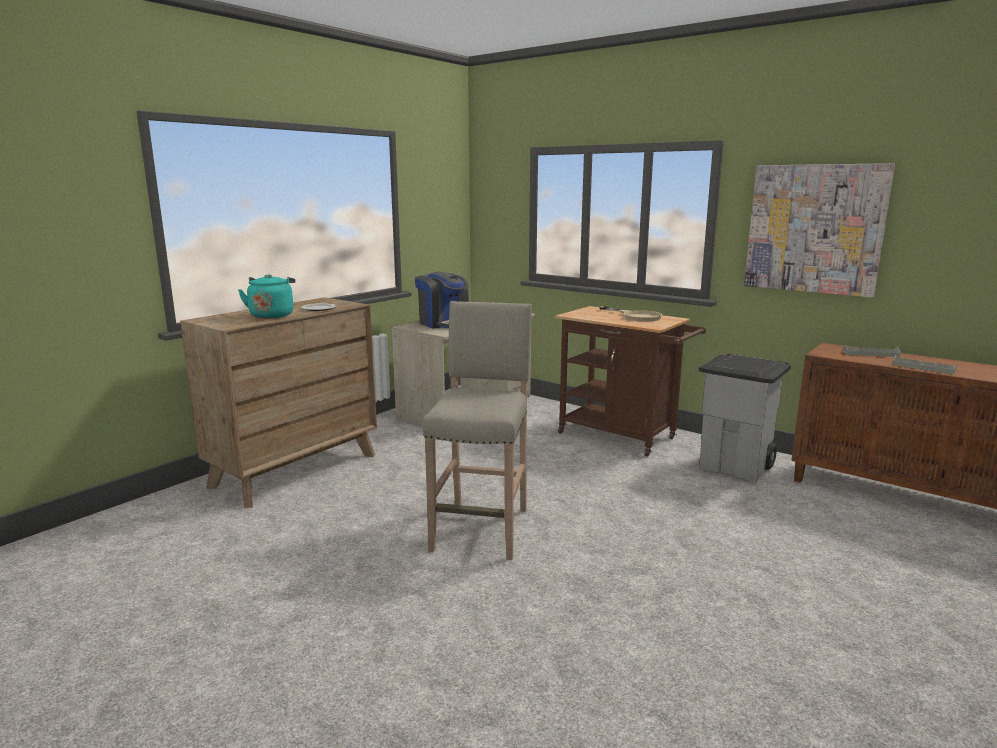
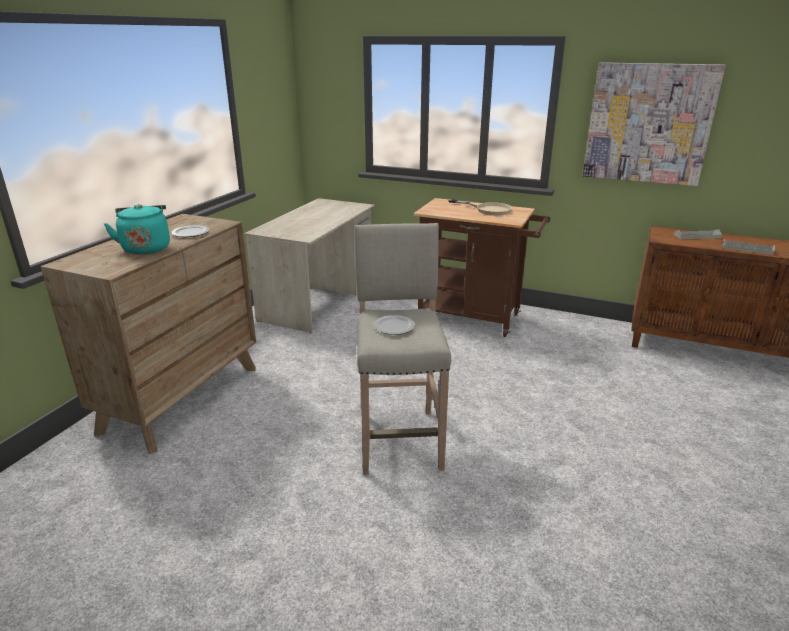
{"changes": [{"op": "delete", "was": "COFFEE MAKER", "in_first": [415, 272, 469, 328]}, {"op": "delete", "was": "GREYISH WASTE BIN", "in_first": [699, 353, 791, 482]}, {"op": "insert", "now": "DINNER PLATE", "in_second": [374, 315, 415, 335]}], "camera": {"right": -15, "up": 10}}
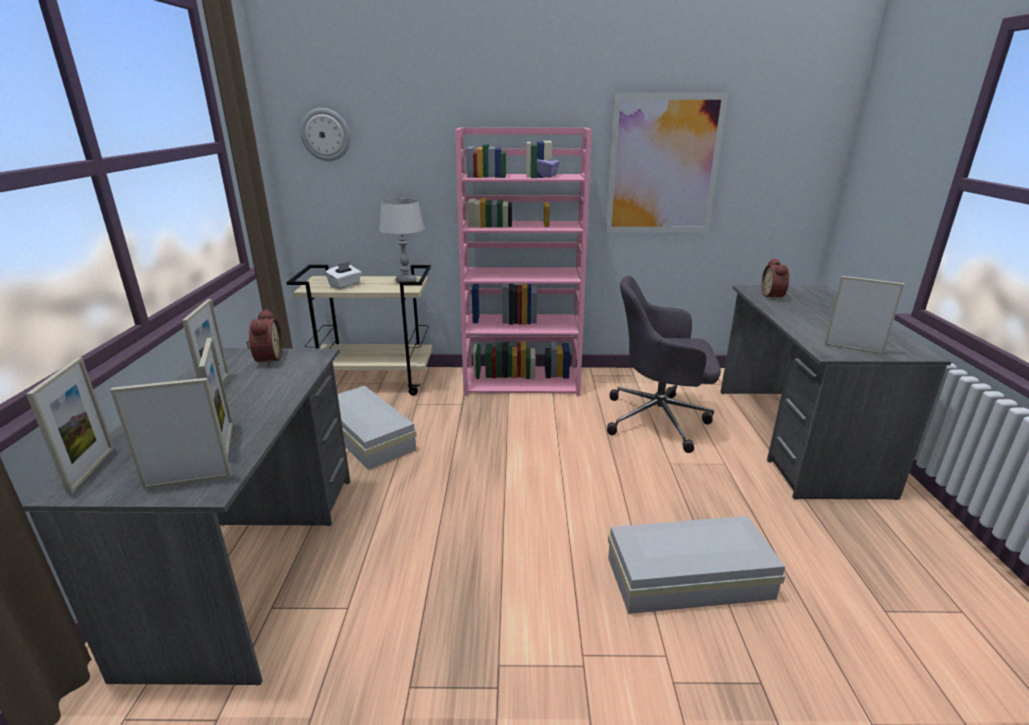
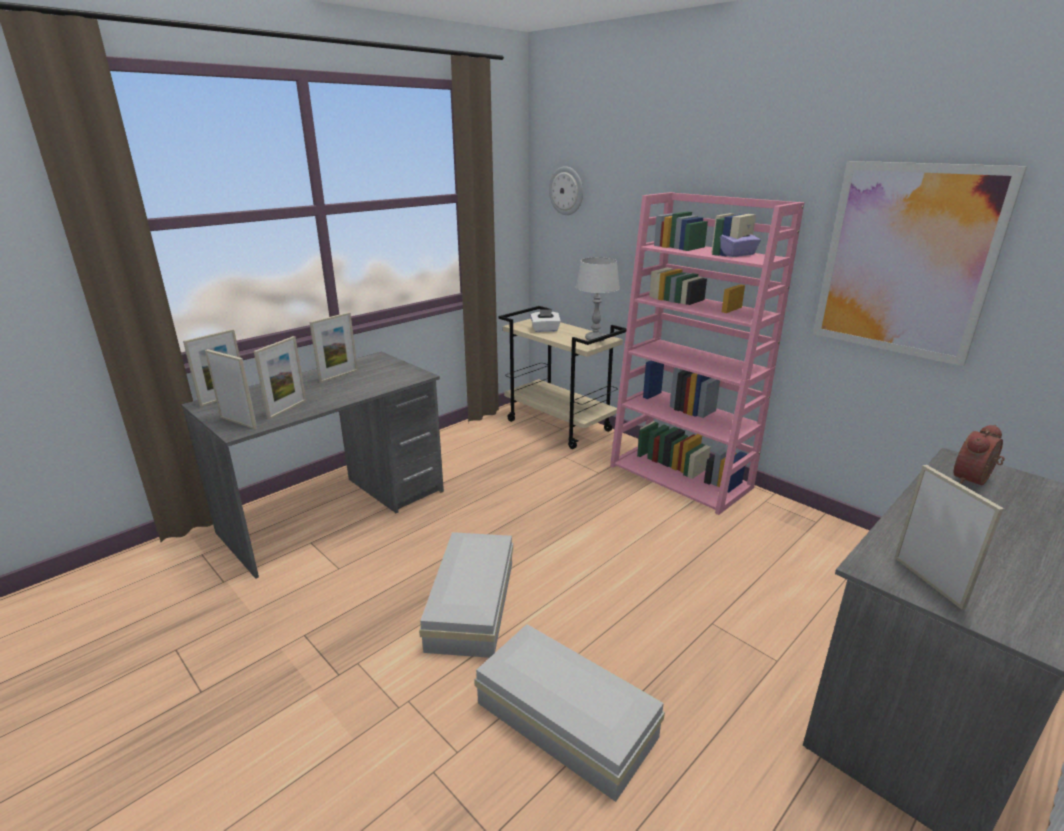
{"changes": [{"op": "delete", "was": "GREYISH OFFICE CHAIR", "in_first": [607, 276, 721, 453]}, {"op": "delete", "was": "ALARM CLOCK", "in_first": [246, 309, 283, 366]}, {"op": "move", "was": "WHITE-COLOURED STORAGE BIN", "in_first": [338, 385, 417, 470], "in_second": [419, 532, 513, 658]}], "camera": {"right": 45, "up": 0}}
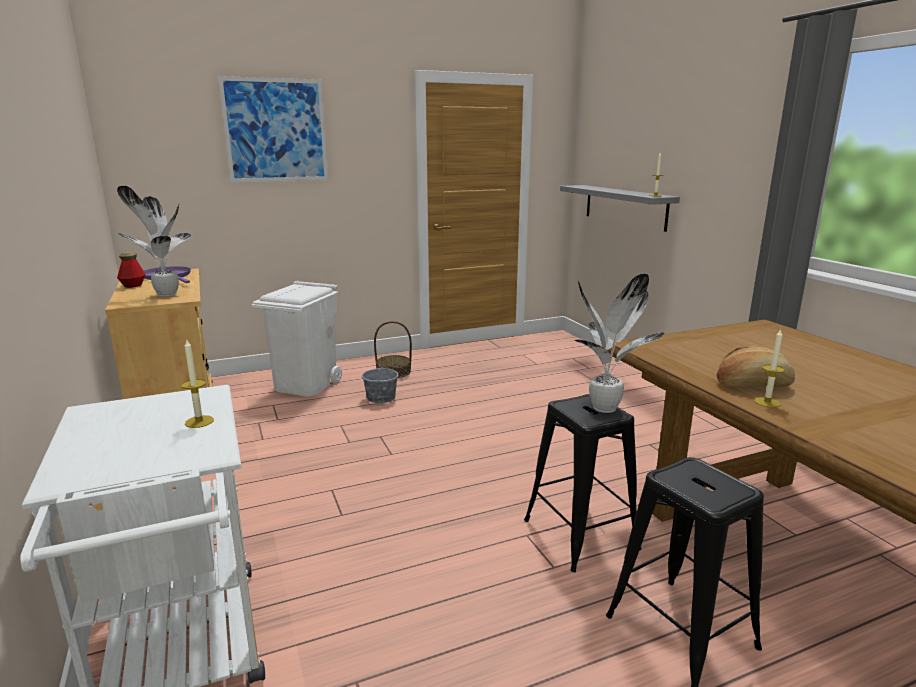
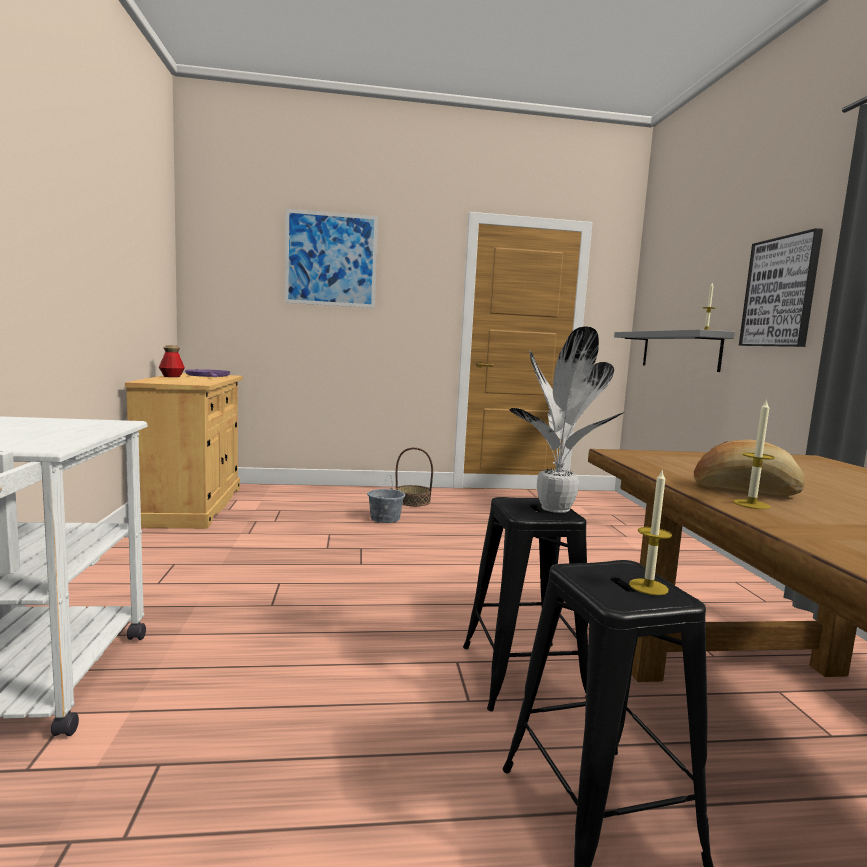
{"changes": [{"op": "delete", "was": "PLANT IN A POT", "in_first": [117, 186, 192, 297]}, {"op": "delete", "was": "WHITE-COLOURED WASTE BIN", "in_first": [252, 281, 342, 397]}, {"op": "move", "was": "CANDLE", "in_first": [181, 340, 214, 428], "in_second": [629, 468, 672, 595]}, {"op": "insert", "now": "WALL PICTURE", "in_second": [739, 228, 823, 347]}], "camera": {"right": 15, "up": -10}}
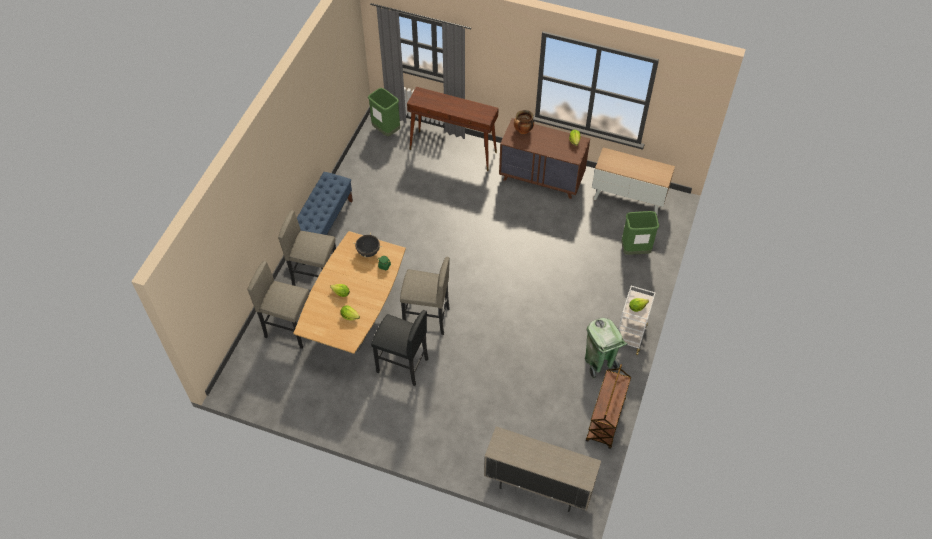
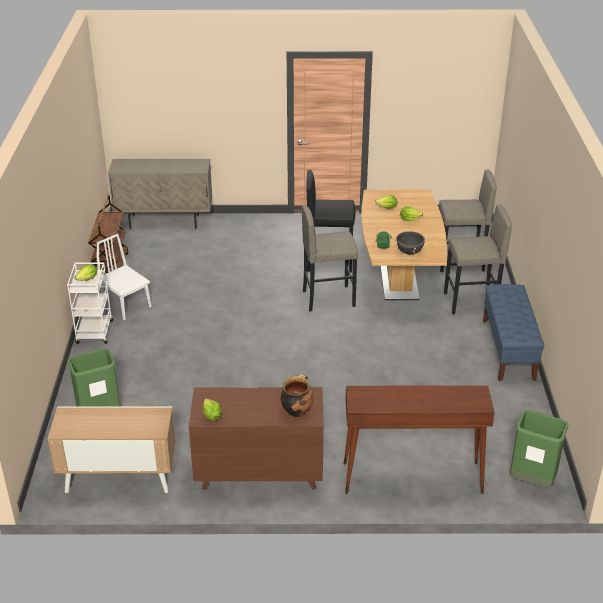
{"changes": [{"op": "replace", "was": "GREENISH WASTE BIN", "now": "WHITE-COLOURED PLAIN CHAIR", "in_first": [585, 318, 628, 379], "in_second": [96, 234, 151, 320]}], "camera": {"right": 160, "up": -20}}
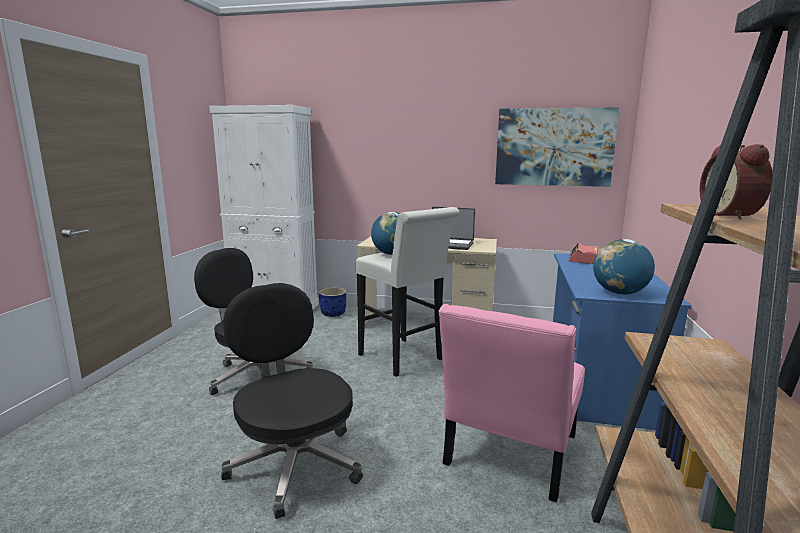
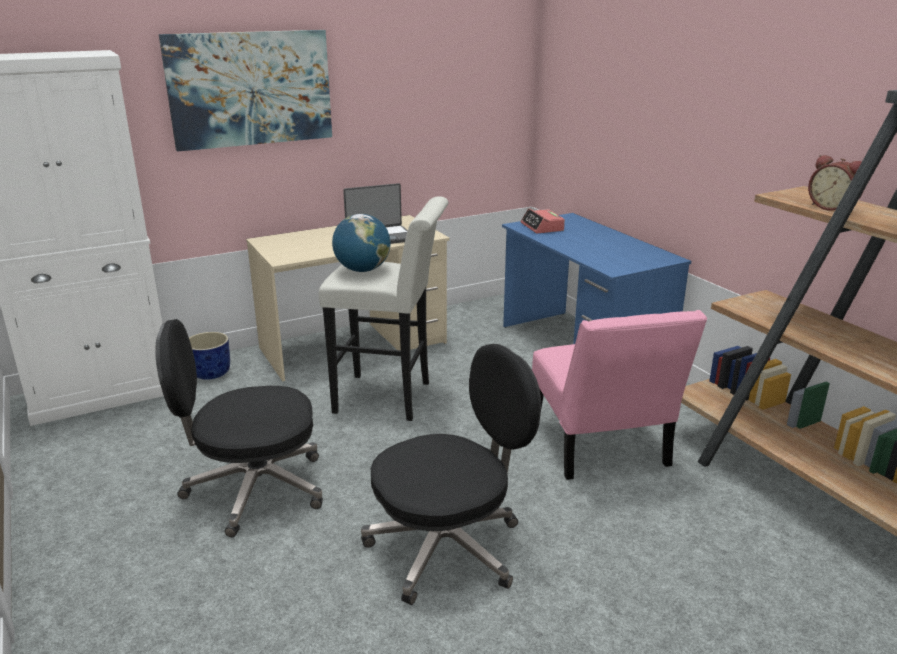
{"changes": [{"op": "move", "was": "WALL PICTURE", "in_first": [495, 107, 620, 187], "in_second": [159, 30, 332, 152]}, {"op": "delete", "was": "DESK GLOBE", "in_first": [593, 239, 655, 295]}, {"op": "rotate", "was": "BLACK OFFICE CHAIR", "in_first": [221, 283, 363, 519], "in_second": [361, 344, 541, 605], "clockwise": 135}], "camera": {"right": -40, "up": 10}}
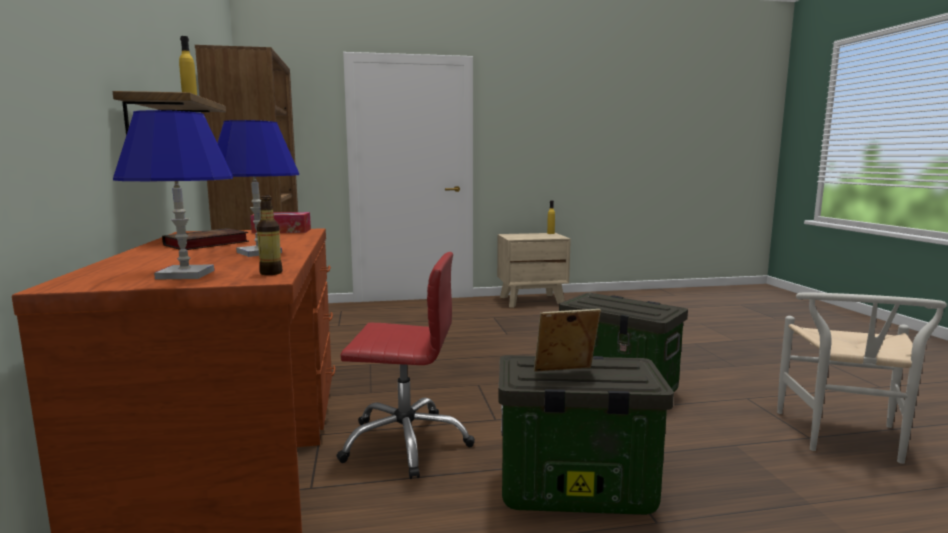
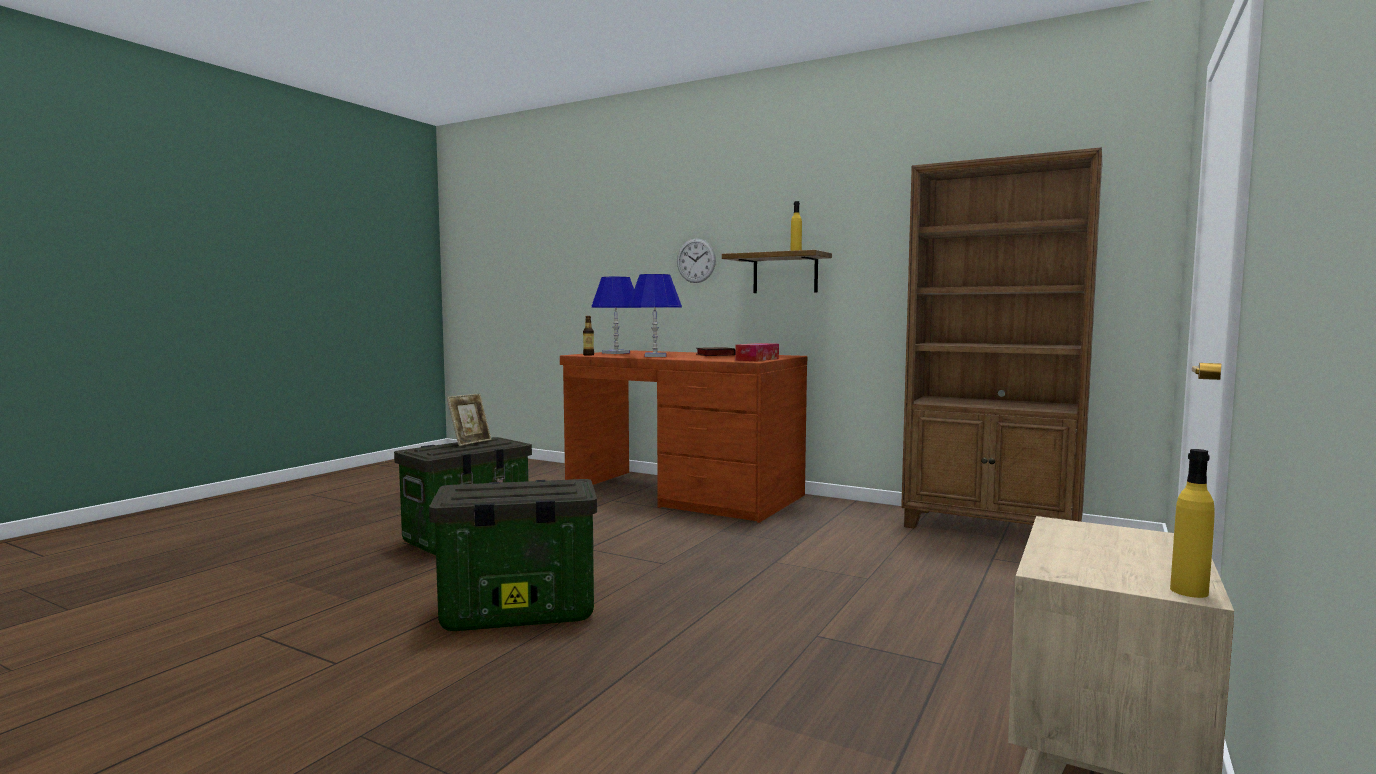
{"changes": [{"op": "delete", "was": "RED OFFICE CHAIR", "in_first": [336, 252, 475, 479]}, {"op": "delete", "was": "WHITE-COLOURED PLAIN CHAIR", "in_first": [777, 292, 947, 464]}, {"op": "insert", "now": "HANGING CLOCK", "in_second": [677, 238, 716, 283]}], "camera": {"right": 130, "up": -5}}
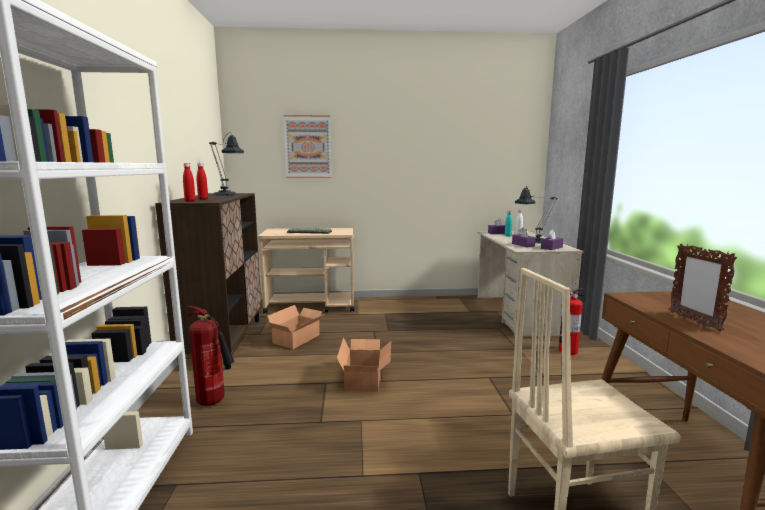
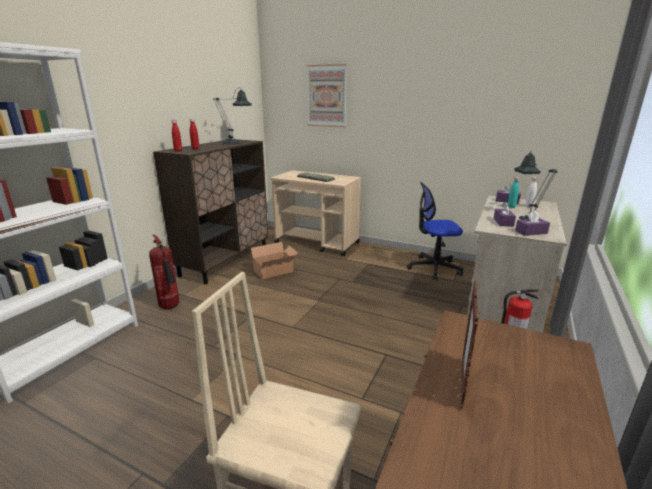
{"changes": [{"op": "delete", "was": "CARTON", "in_first": [337, 337, 391, 392]}, {"op": "insert", "now": "OFFICE CHAIR", "in_second": [407, 182, 463, 281]}], "camera": {"right": 30, "up": 10}}
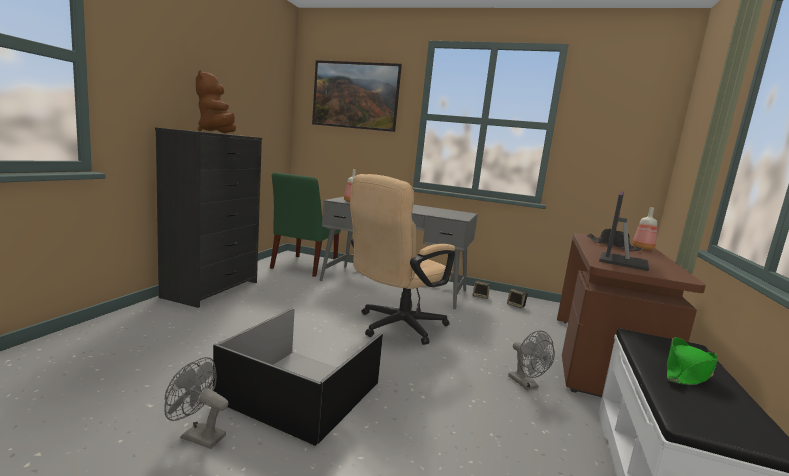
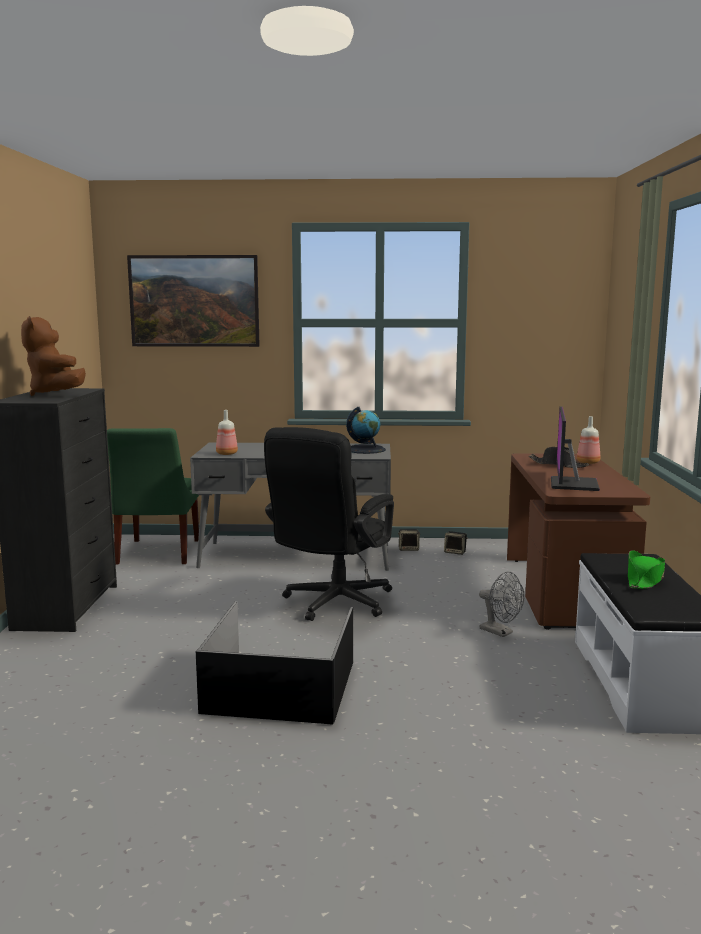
{"changes": [{"op": "recolor", "was": "SAND-COLOURED OFFICE CHAIR", "now": "BLACK OFFICE CHAIR", "in_first": [350, 174, 455, 345], "in_second": [264, 427, 394, 621]}, {"op": "delete", "was": "GREYISH ELECTRIC FAN", "in_first": [164, 357, 229, 449]}, {"op": "insert", "now": "DESK GLOBE", "in_second": [346, 407, 386, 454]}], "camera": {"right": -15, "up": 0}}
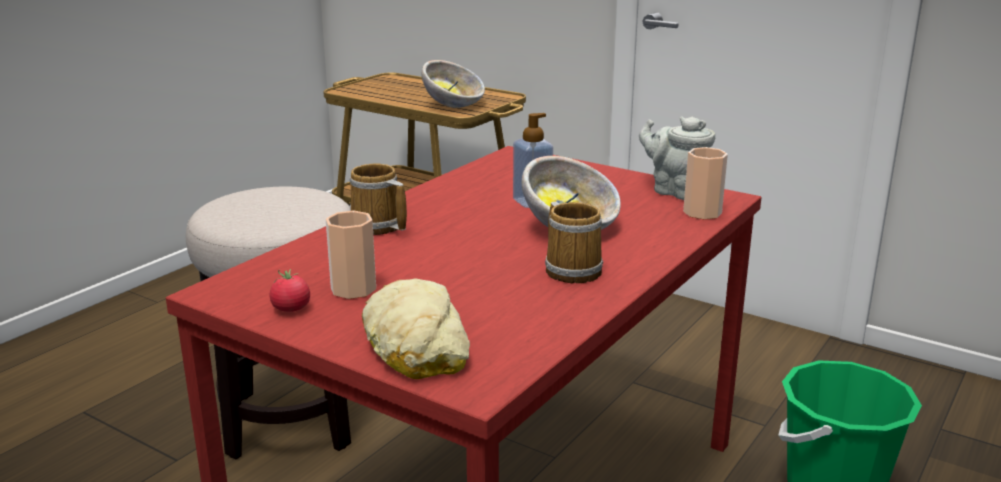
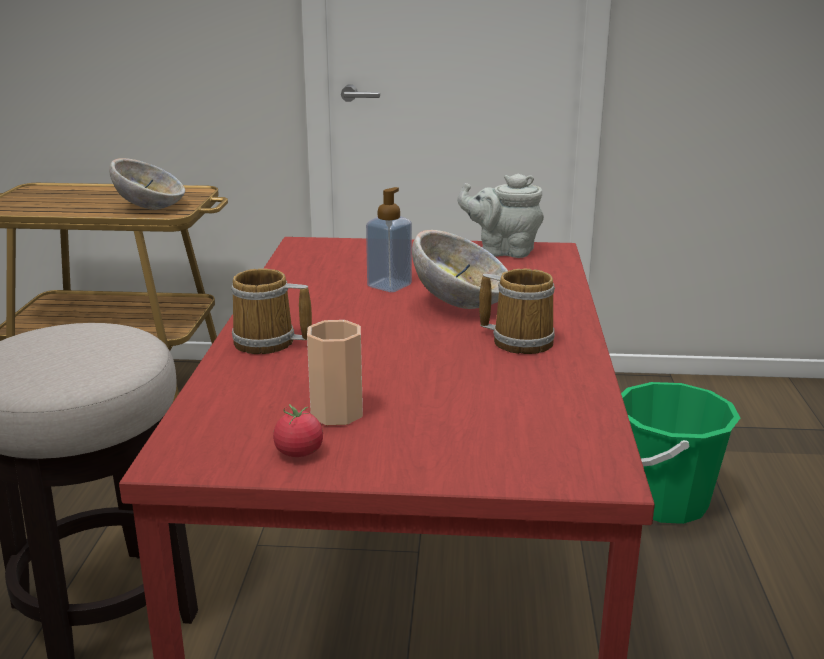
{"changes": [{"op": "delete", "was": "CUP", "in_first": [683, 147, 728, 219]}, {"op": "delete", "was": "BREAD", "in_first": [362, 278, 470, 379]}], "camera": {"right": -30, "up": 0}}
